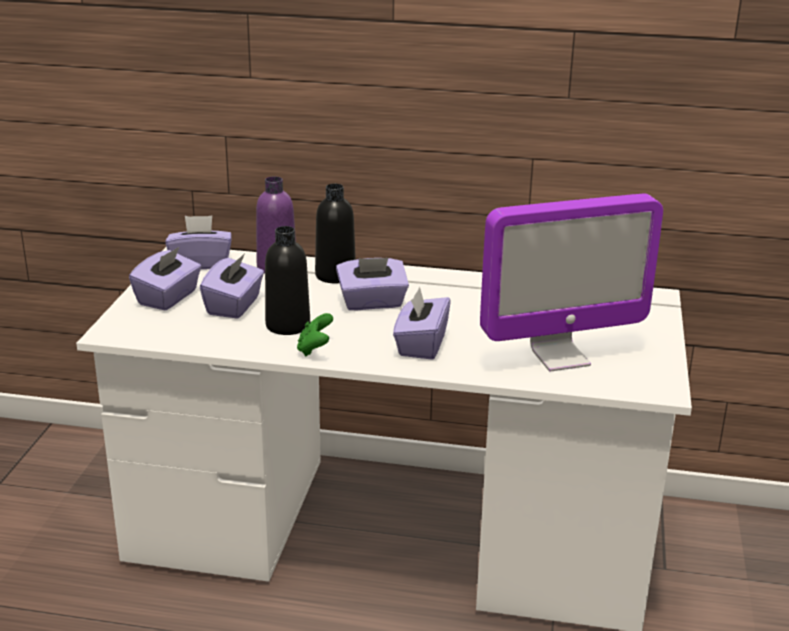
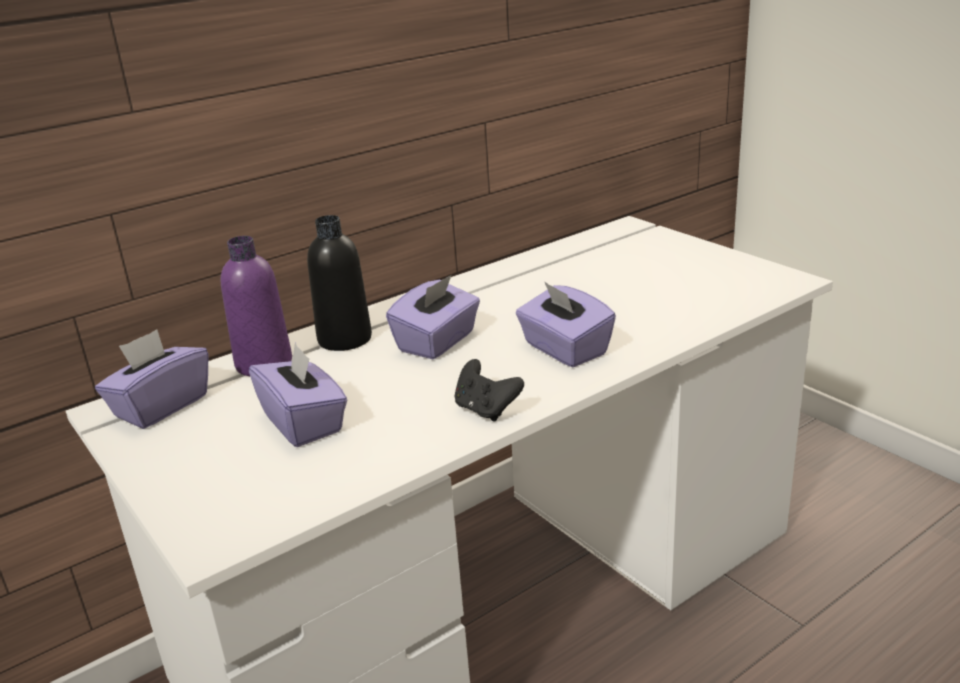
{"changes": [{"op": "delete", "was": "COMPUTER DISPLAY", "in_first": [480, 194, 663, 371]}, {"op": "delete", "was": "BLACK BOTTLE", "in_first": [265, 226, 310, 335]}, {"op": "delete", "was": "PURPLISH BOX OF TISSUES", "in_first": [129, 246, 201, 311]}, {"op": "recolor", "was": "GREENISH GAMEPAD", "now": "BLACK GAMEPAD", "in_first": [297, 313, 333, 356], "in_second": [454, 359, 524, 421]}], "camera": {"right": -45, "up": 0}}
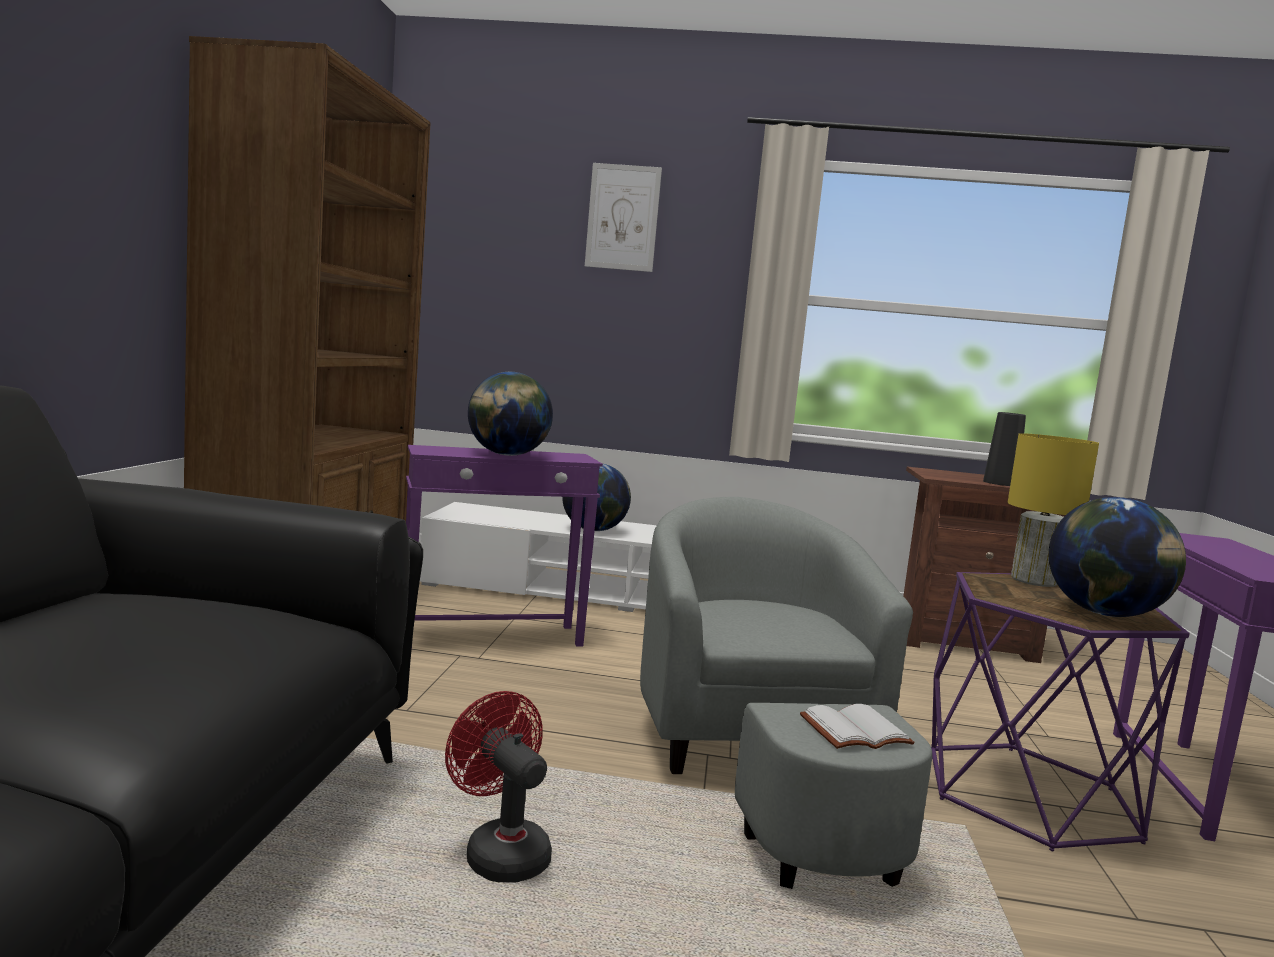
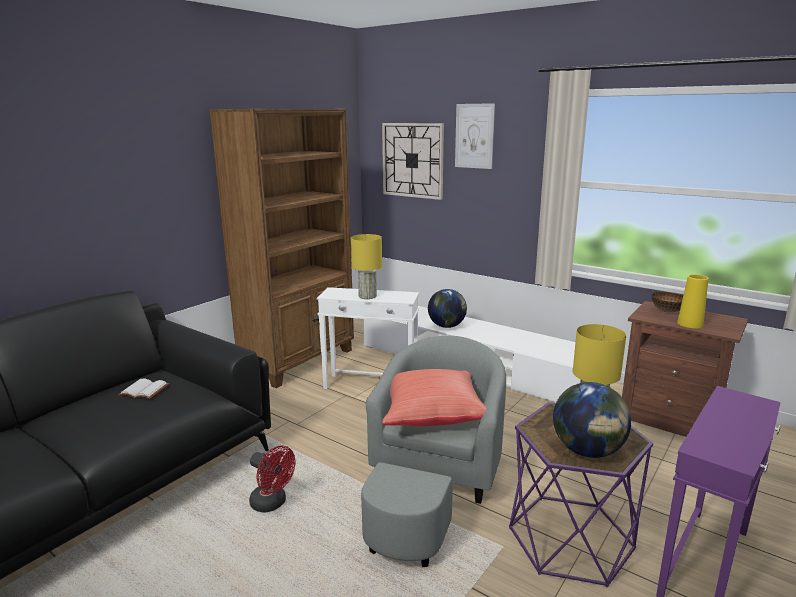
{"changes": [{"op": "replace", "was": "DESK GLOBE", "now": "YELLOW-COLOURED TABLE LAMP", "in_first": [468, 372, 553, 456], "in_second": [351, 234, 382, 299]}, {"op": "recolor", "was": "BLACK DECORATIVE VASE", "now": "YELLOW-COLOURED DECORATIVE VASE", "in_first": [983, 412, 1026, 486], "in_second": [677, 274, 709, 328]}, {"op": "recolor", "was": "PURPLISH END TABLE", "now": "WHITE-COLOURED END TABLE", "in_first": [406, 445, 603, 647], "in_second": [317, 287, 419, 389]}, {"op": "rotate", "was": "RED ELECTRIC FAN", "in_first": [445, 691, 552, 883], "in_second": [249, 445, 296, 513], "clockwise": 135}, {"op": "move", "was": "WHITE-COLOURED BOOK", "in_first": [800, 704, 915, 749], "in_second": [118, 378, 169, 399]}, {"op": "insert", "now": "HANGING CLOCK", "in_second": [382, 123, 444, 200]}, {"op": "insert", "now": "DEEP DISH", "in_second": [652, 292, 683, 313]}, {"op": "insert", "now": "RED CUSHION", "in_second": [379, 369, 486, 426]}], "camera": {"right": 30, "up": 10}}
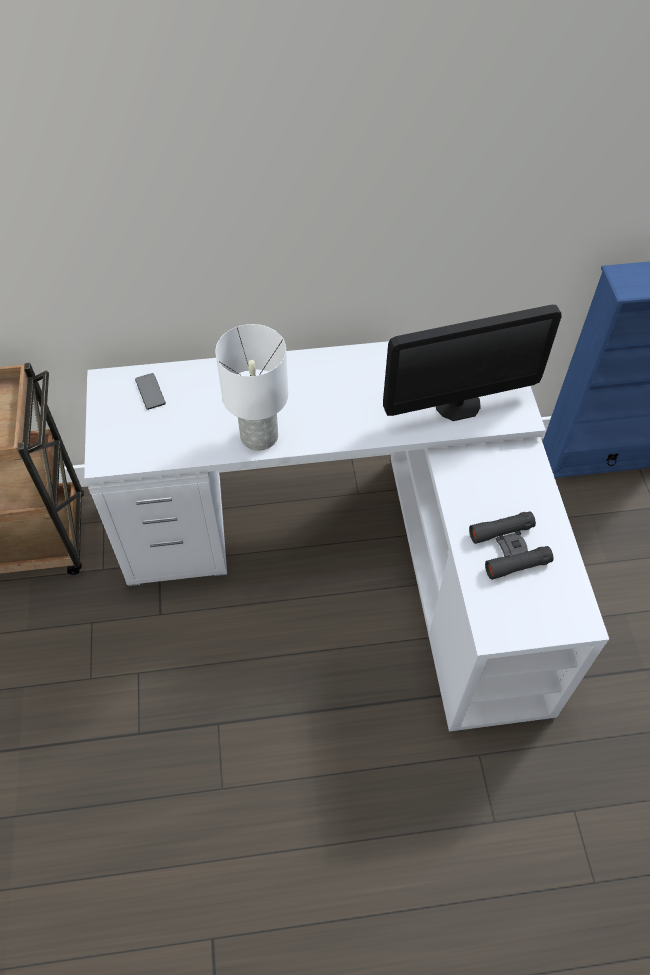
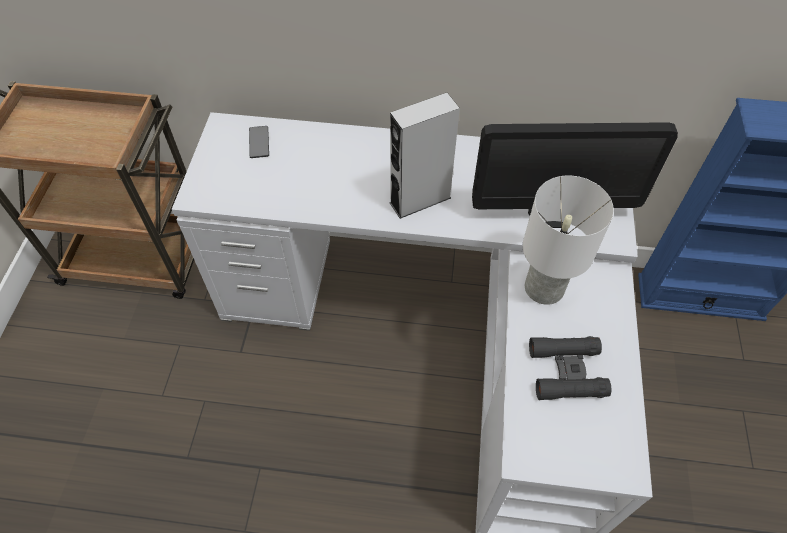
{"changes": [{"op": "move", "was": "WHITE-COLOURED TABLE LAMP", "in_first": [215, 324, 288, 451], "in_second": [523, 175, 614, 305]}, {"op": "insert", "now": "GREYISH LOUDSPEAKER", "in_second": [389, 93, 460, 219]}], "camera": {"right": 15, "up": 0}}
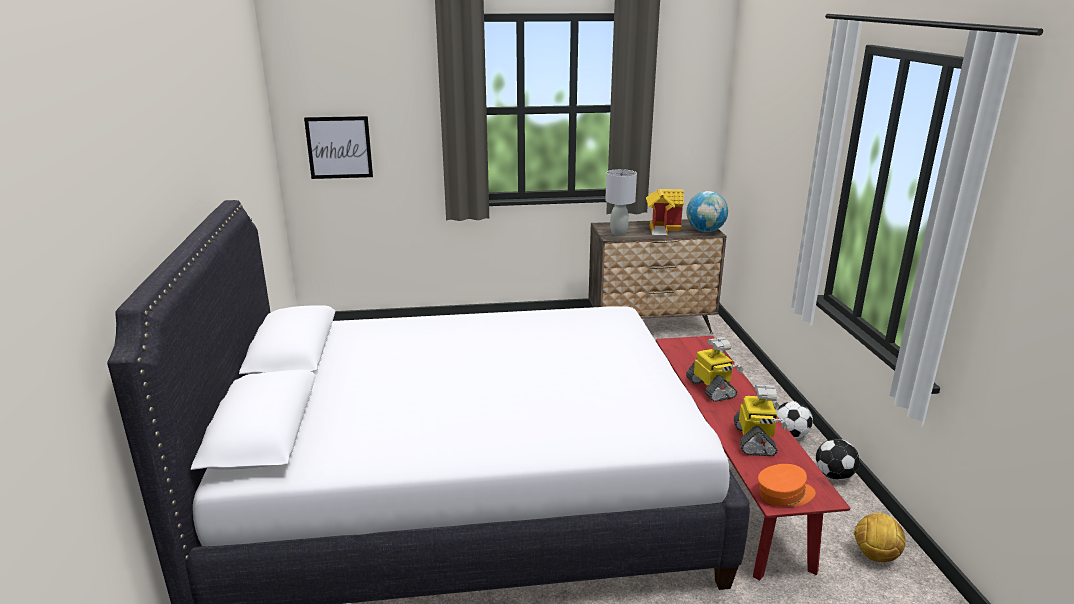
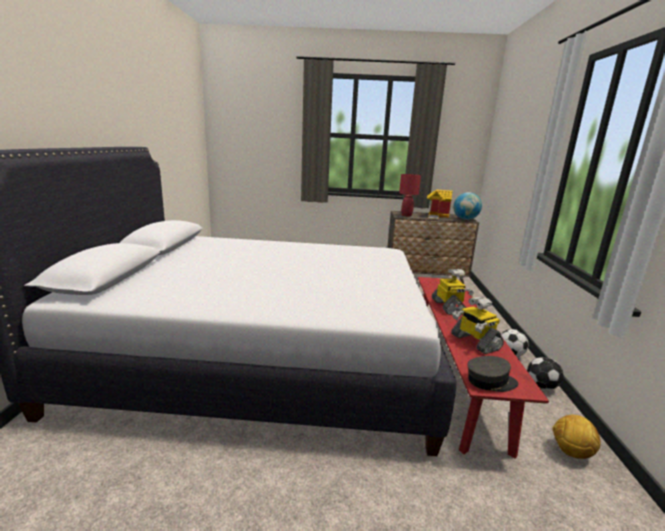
{"changes": [{"op": "delete", "was": "WALL PICTURE", "in_first": [304, 116, 373, 179]}, {"op": "recolor", "was": "GREYISH TABLE LAMP", "now": "RED TABLE LAMP", "in_first": [605, 169, 637, 236], "in_second": [399, 174, 421, 217]}, {"op": "rotate", "was": "TOY ROBOT", "in_first": [734, 385, 788, 456], "in_second": [451, 296, 504, 354], "clockwise": 135}, {"op": "recolor", "was": "ORANGE-COLOURED BASEBALL CAP", "now": "GREYISH BASEBALL CAP", "in_first": [758, 464, 816, 506], "in_second": [467, 356, 519, 392]}], "camera": {"right": 10, "up": -5}}
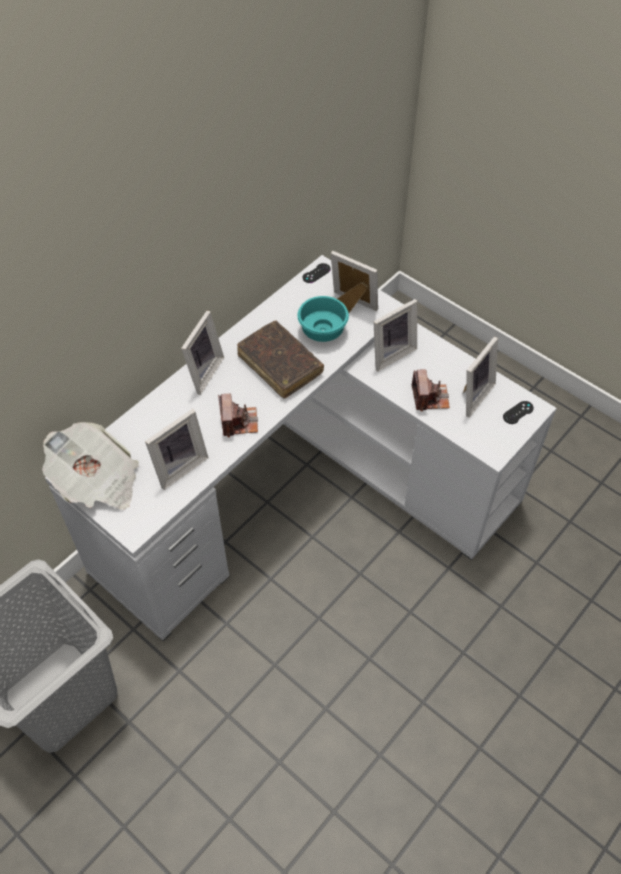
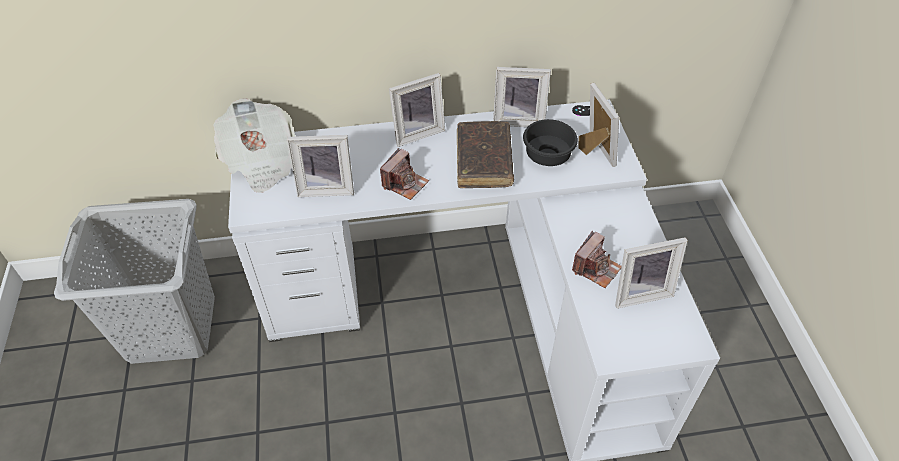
{"changes": [{"op": "recolor", "was": "TURQUOISE DEEP DISH", "now": "BLACK DEEP DISH", "in_first": [297, 296, 349, 342], "in_second": [523, 119, 578, 166]}, {"op": "move", "was": "PICTURE FRAME", "in_first": [373, 299, 417, 371], "in_second": [493, 67, 551, 127]}, {"op": "delete", "was": "BLACK GAMEPAD", "in_first": [503, 401, 534, 424]}], "camera": {"right": 40, "up": -5}}
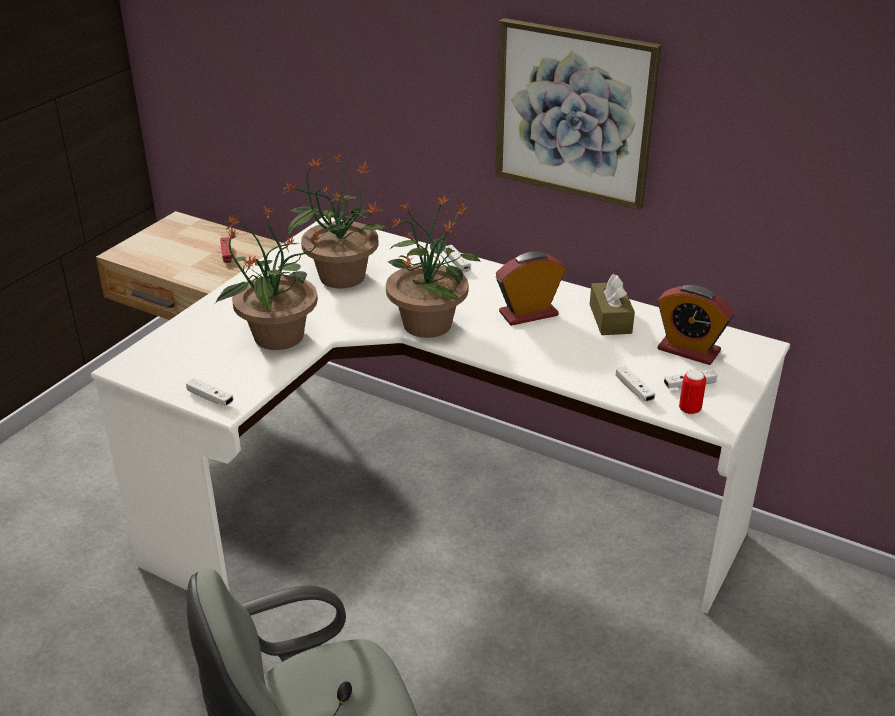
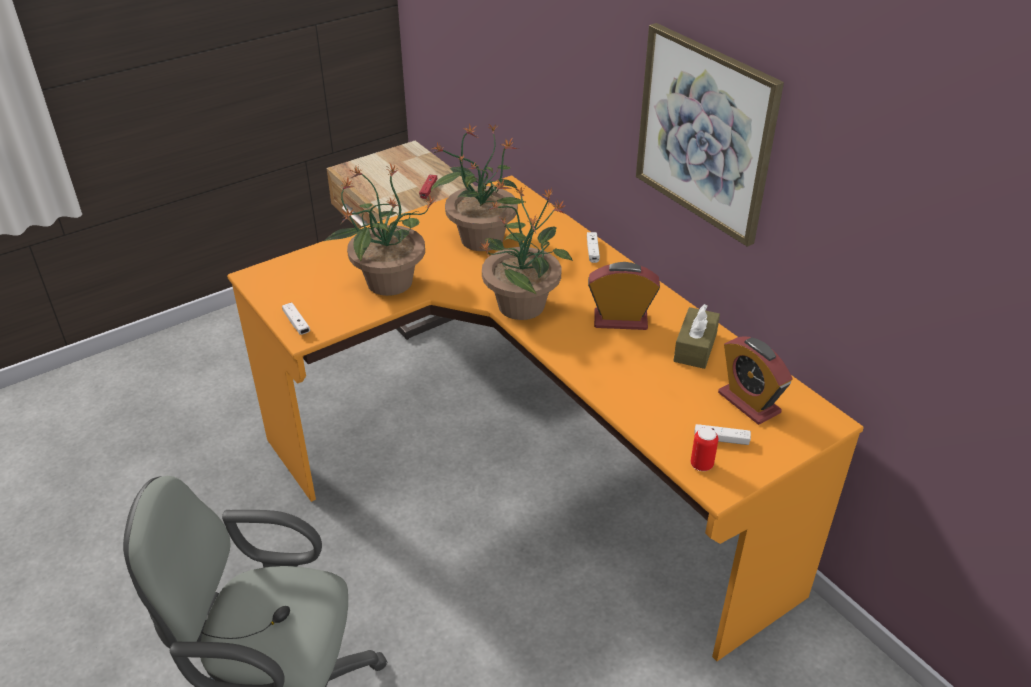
{"changes": [{"op": "recolor", "was": "WHITE-COLOURED DESK", "now": "ORANGE-COLOURED DESK", "in_first": [91, 216, 790, 614], "in_second": [227, 175, 864, 661]}, {"op": "delete", "was": "WHITE-COLOURED GAMEPAD", "in_first": [616, 367, 655, 402]}], "camera": {"right": 25, "up": 5}}
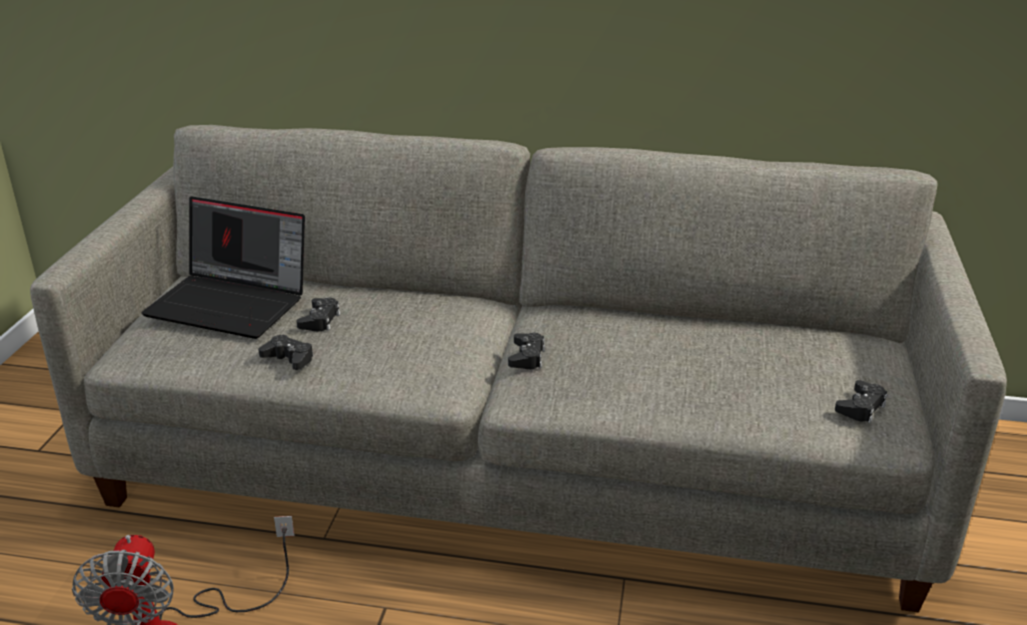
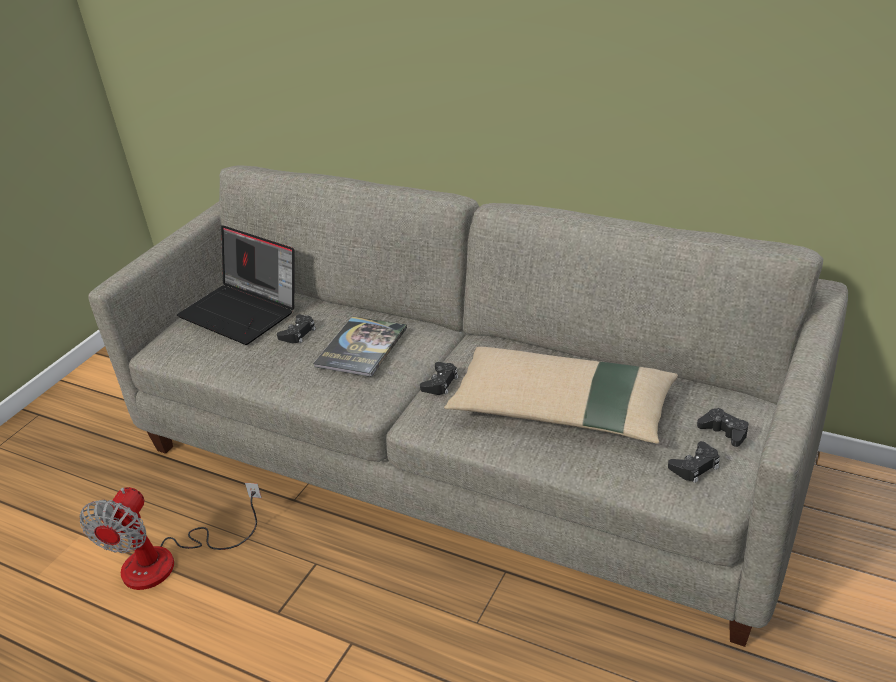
{"changes": [{"op": "move", "was": "BLACK GAMEPAD", "in_first": [258, 335, 314, 370], "in_second": [697, 408, 749, 447]}, {"op": "insert", "now": "BOOK", "in_second": [313, 316, 407, 377]}, {"op": "insert", "now": "SAND-COLOURED CUSHION", "in_second": [444, 347, 678, 444]}], "camera": {"right": 20, "up": 5}}
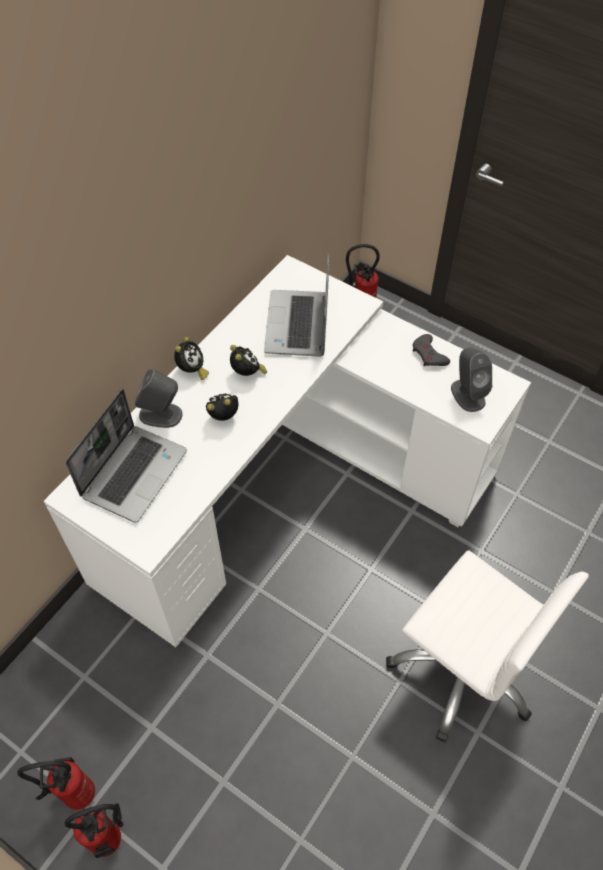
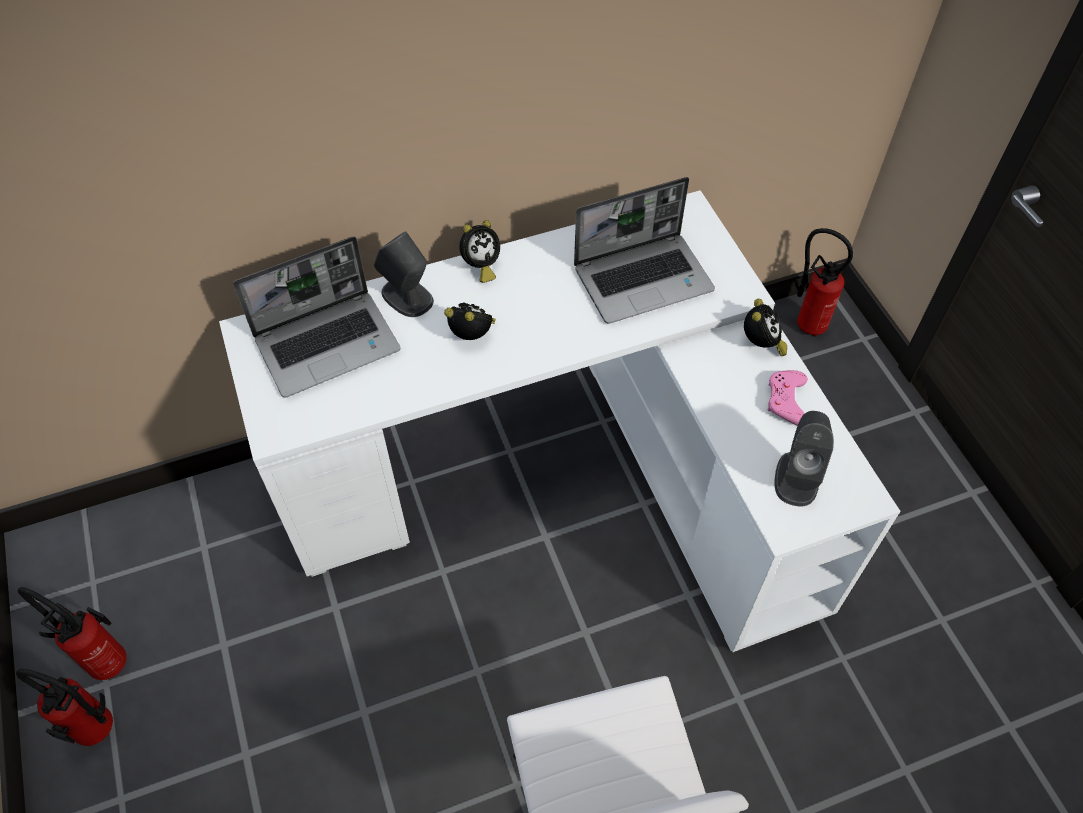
{"changes": [{"op": "rotate", "was": "PORTABLE COMPUTER", "in_first": [264, 253, 329, 357], "in_second": [574, 177, 715, 324], "clockwise": -150}, {"op": "recolor", "was": "GREYISH GAMEPAD", "now": "PINK GAMEPAD", "in_first": [413, 334, 450, 366], "in_second": [767, 370, 808, 426]}, {"op": "move", "was": "ALARM CLOCK", "in_first": [230, 345, 267, 376], "in_second": [744, 299, 787, 356]}], "camera": {"right": 35, "up": 0}}
